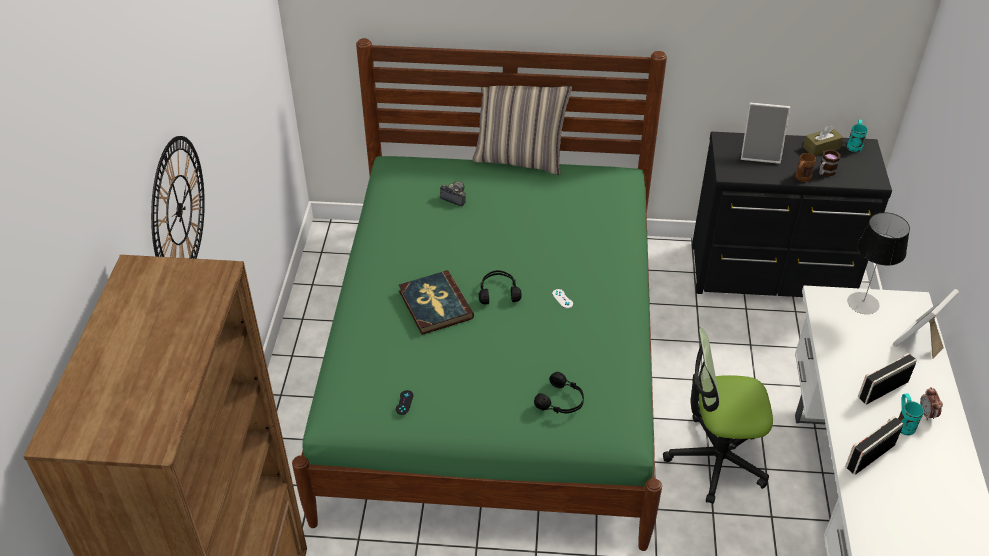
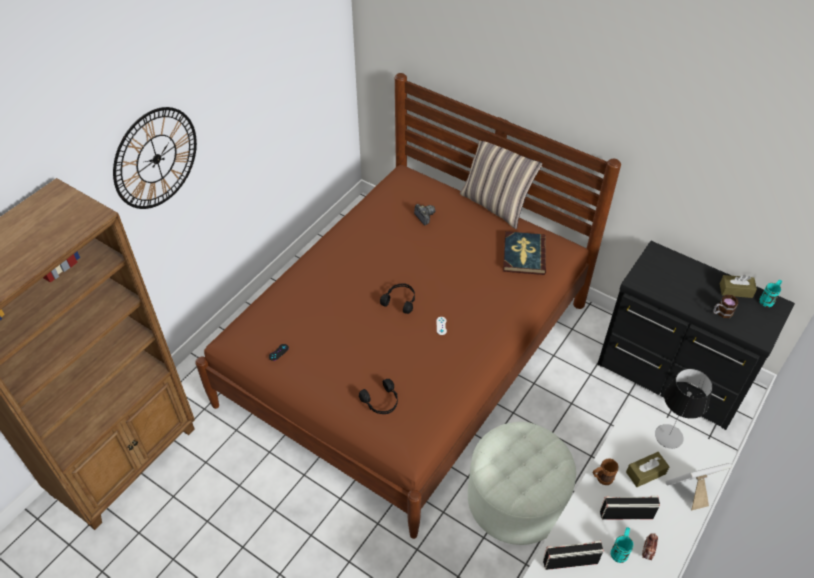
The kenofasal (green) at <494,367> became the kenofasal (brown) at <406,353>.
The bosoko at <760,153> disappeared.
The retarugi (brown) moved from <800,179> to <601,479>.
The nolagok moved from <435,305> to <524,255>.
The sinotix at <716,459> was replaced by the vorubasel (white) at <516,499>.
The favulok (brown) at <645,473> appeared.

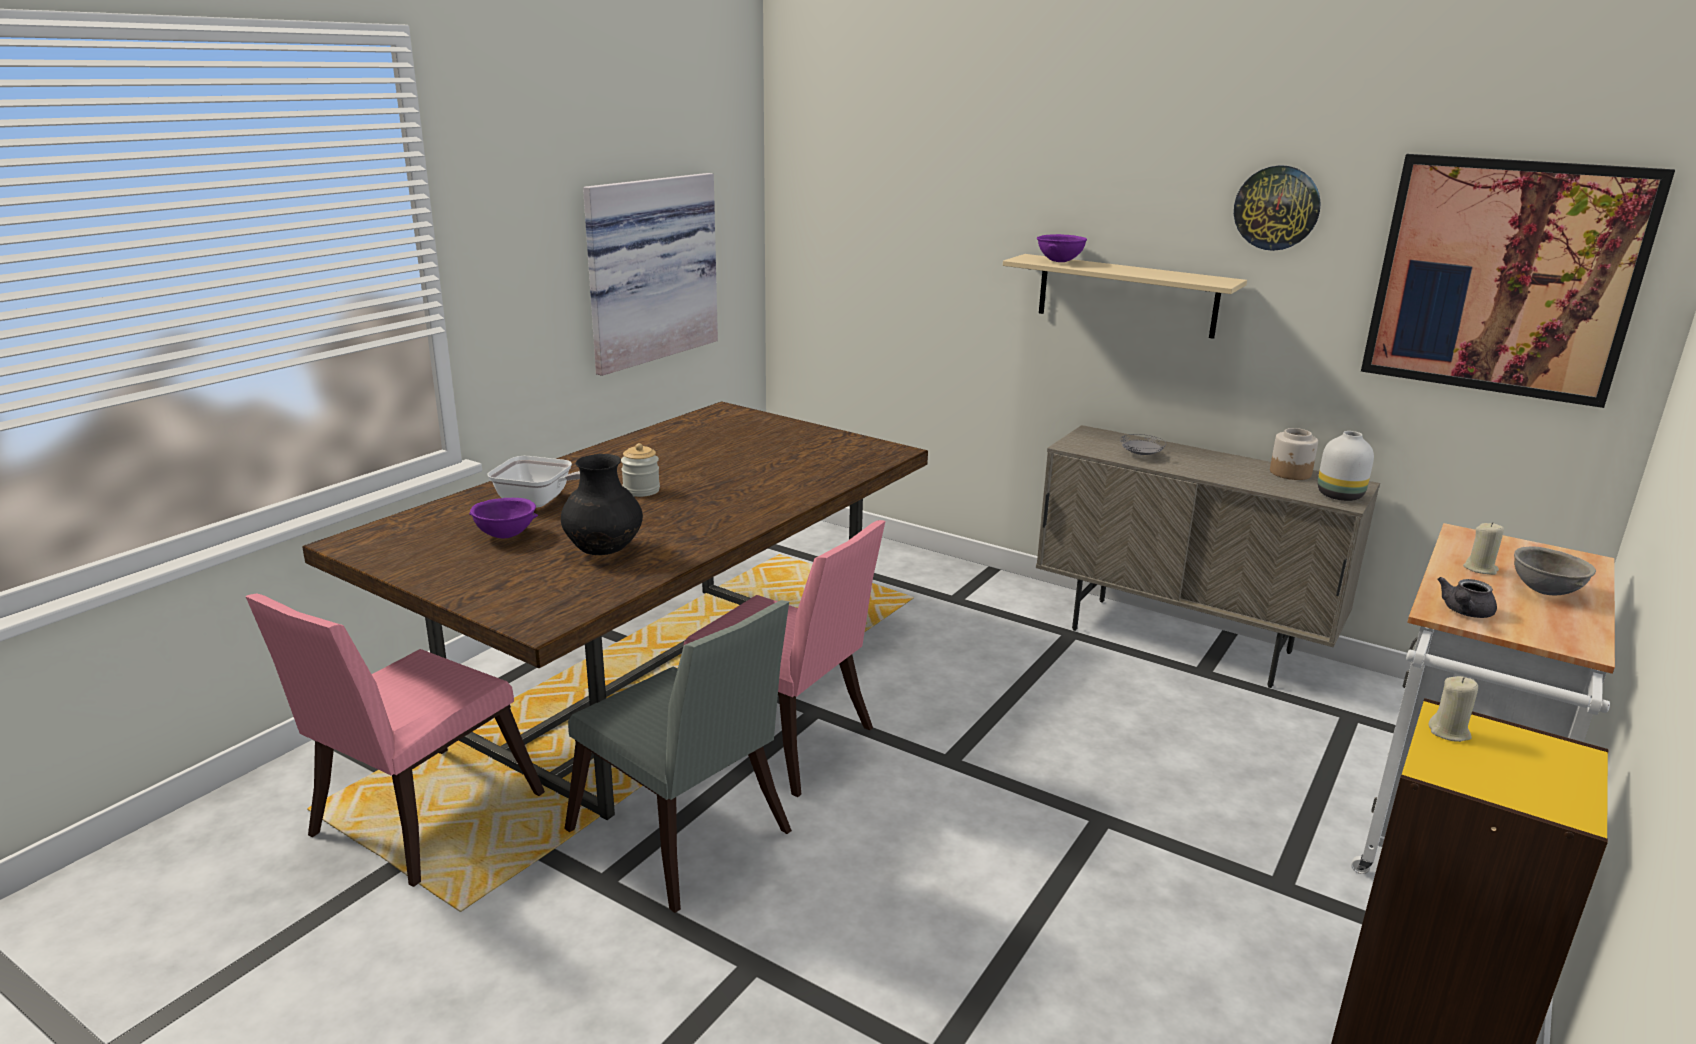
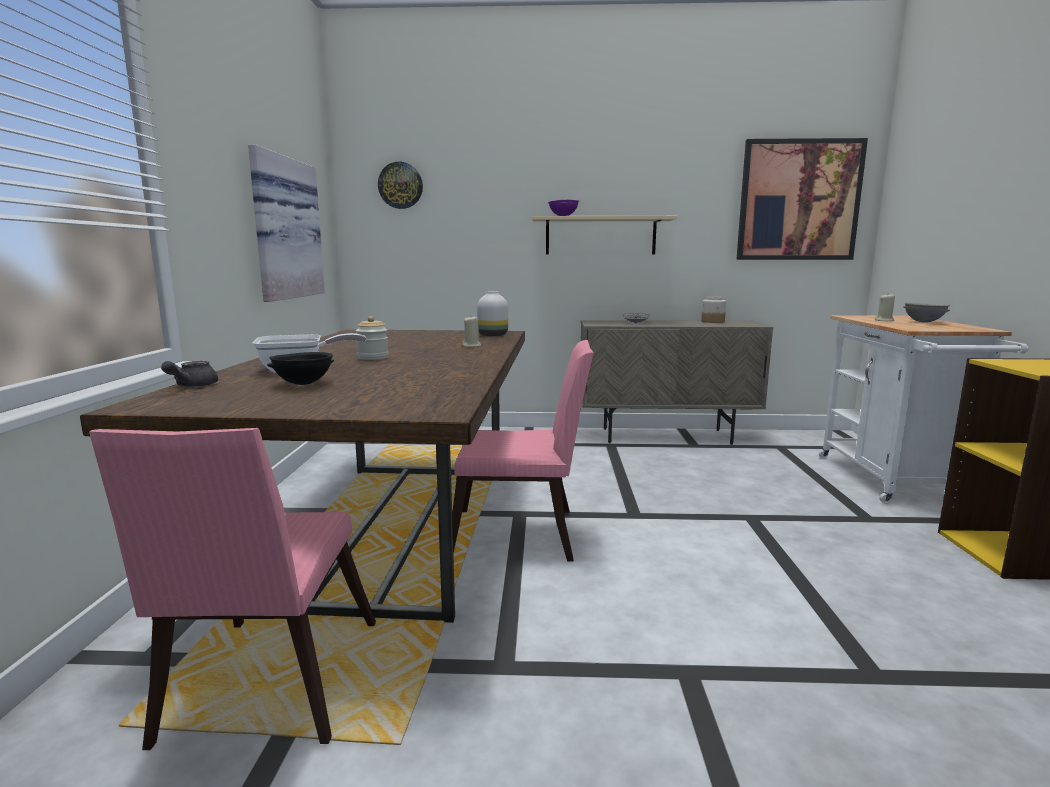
The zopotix moved from <1277,208> to <400,185>.
The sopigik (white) moved from <1338,495> to <492,335>.
The sopigik (black) at <603,551> disappeared.
The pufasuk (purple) at <505,535> became the pufasuk (black) at <303,384>.
The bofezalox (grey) moved from <1464,612> to <191,386>.
The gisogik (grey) at <685,841> disappeared.
The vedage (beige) moved from <1449,732> to <471,346>.

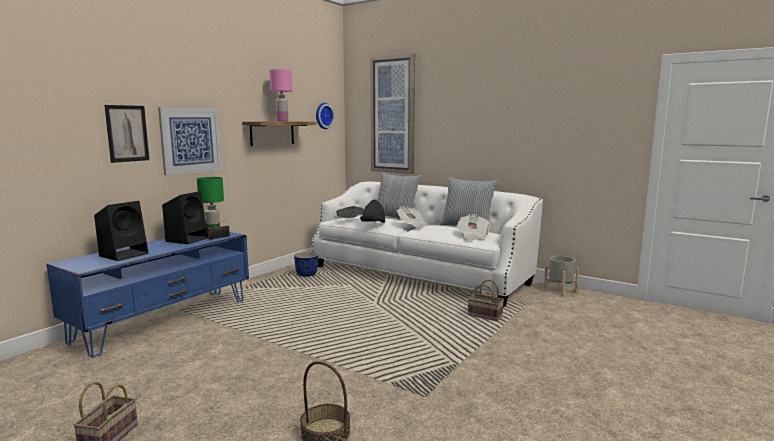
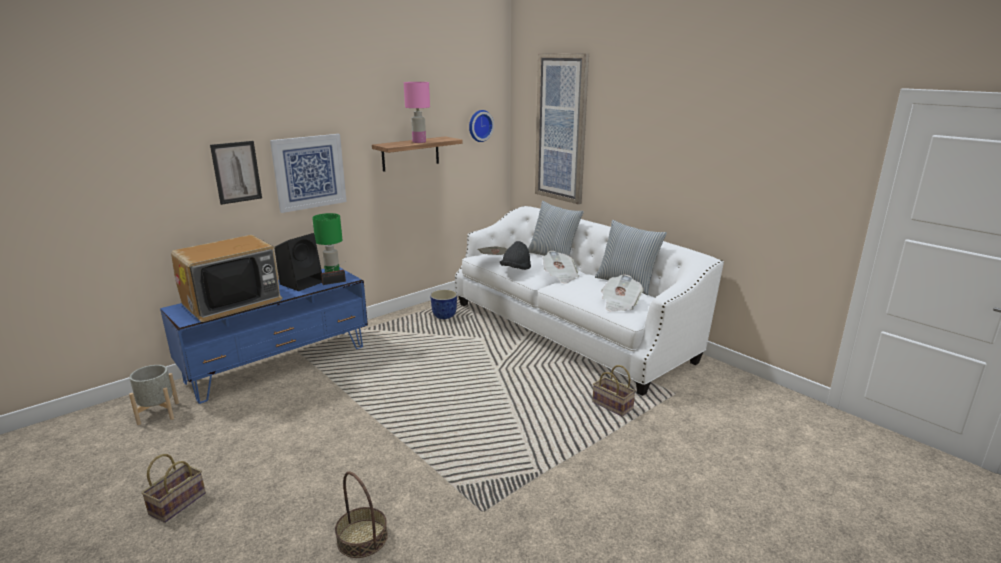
The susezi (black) at <125,254> was replaced by the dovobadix at <232,302>.
The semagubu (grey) moved from <560,291> to <158,413>.

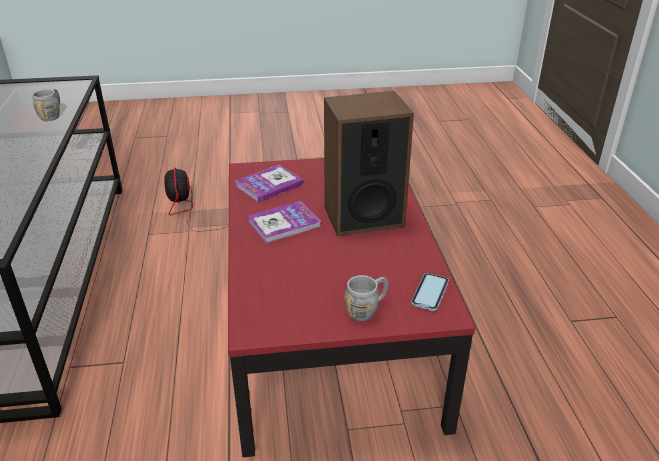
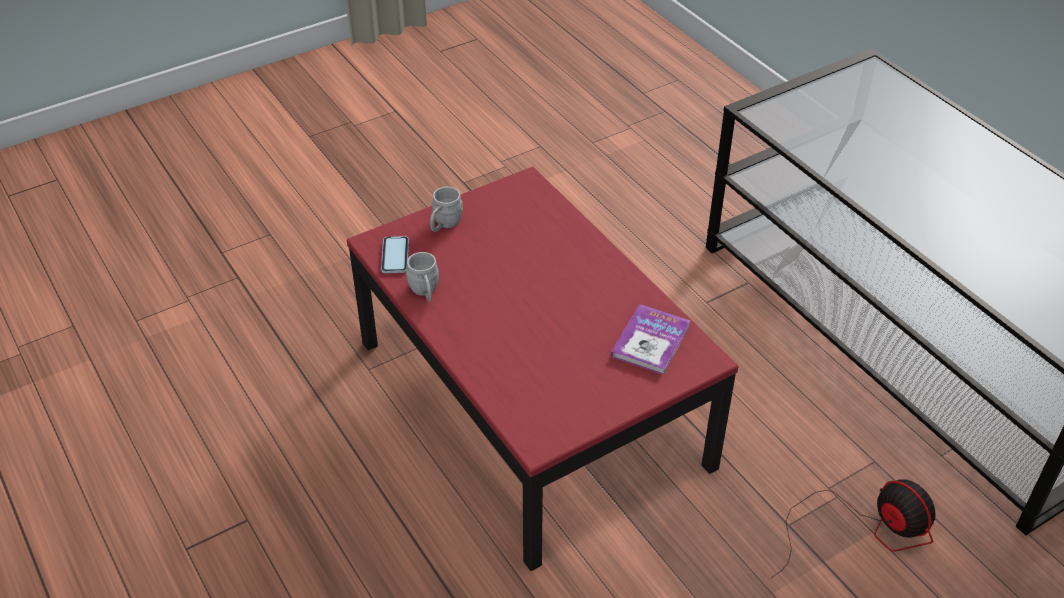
The retarugi (grey) moved from <52,115> to <425,292>.
The susezi at <363,216> disappeared.
The nolagok at <284,223> disappeared.

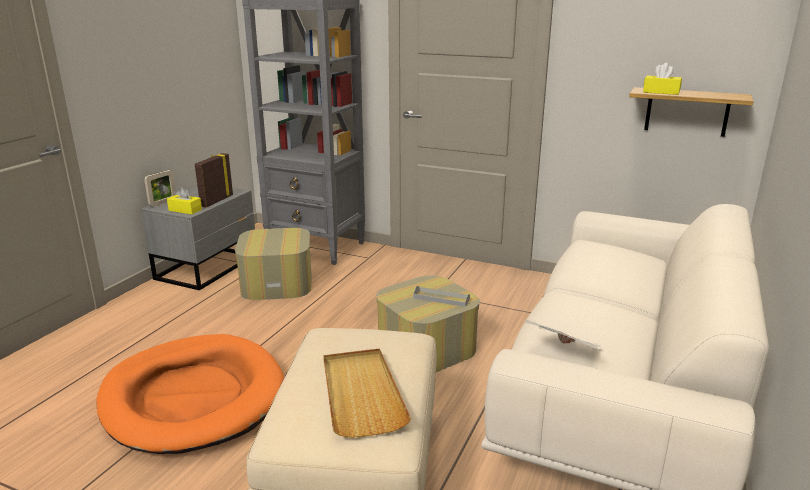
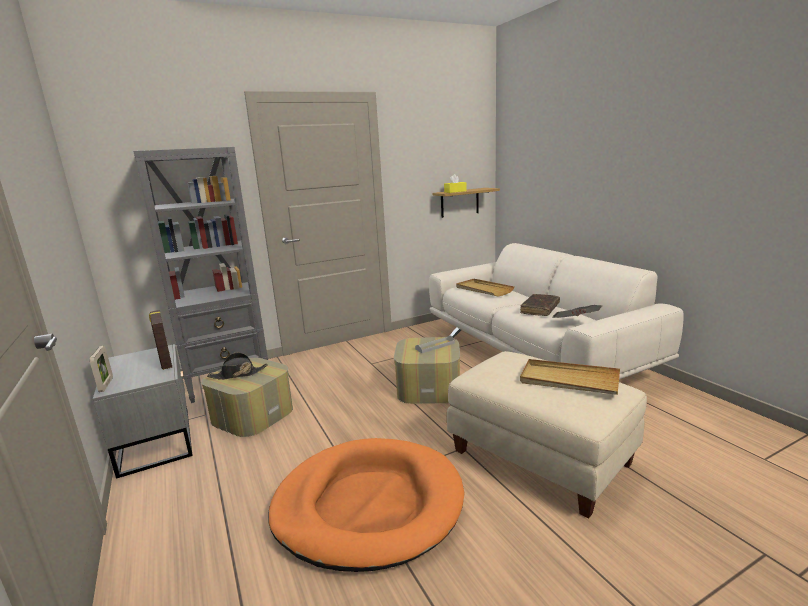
The favulok (yellow) at <185,210> disappeared.
The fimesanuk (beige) at <483,289> appeared.
The nolagok (brown) at <540,309> appeared.
The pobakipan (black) at <238,374> appeared.

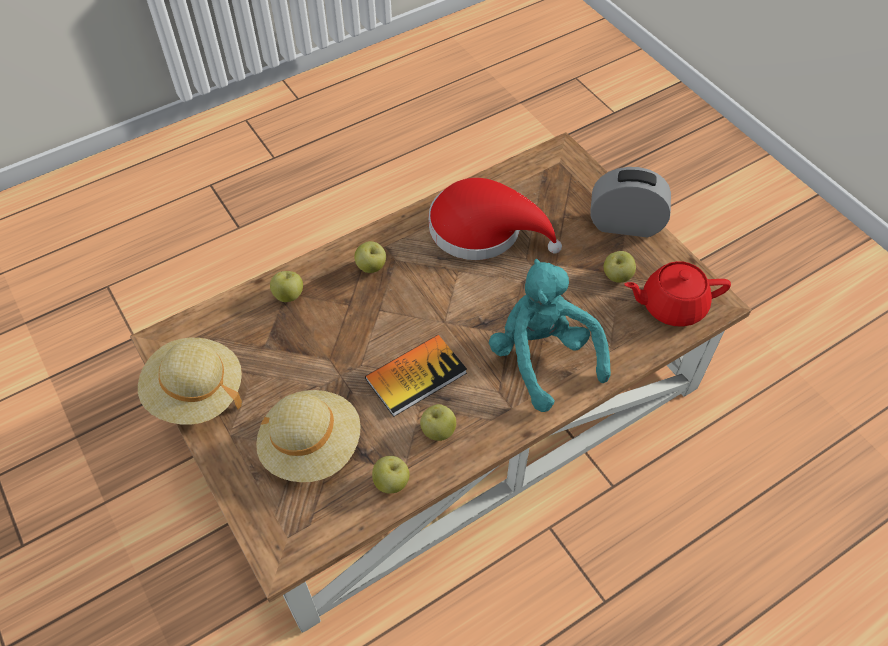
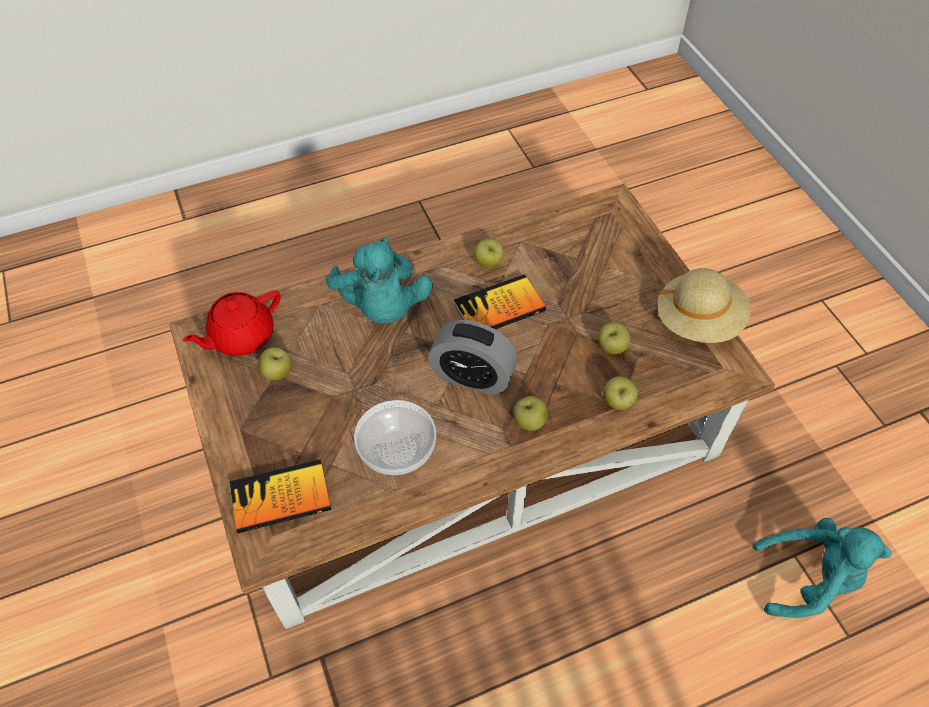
The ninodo moved from <625,224> to <472,376>.
The pobakipan (red) at <483,229> was replaced by the pufasuk at <397,450>.
The bofezalox (red) at <671,305> turned 135 degrees clockwise.
The pobakipan (beige) at <312,446> disappeared.
The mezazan moved from <391,482> to <611,348>.
The nolagok at <281,497> appeared.
The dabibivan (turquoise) at <808,579> appeared.

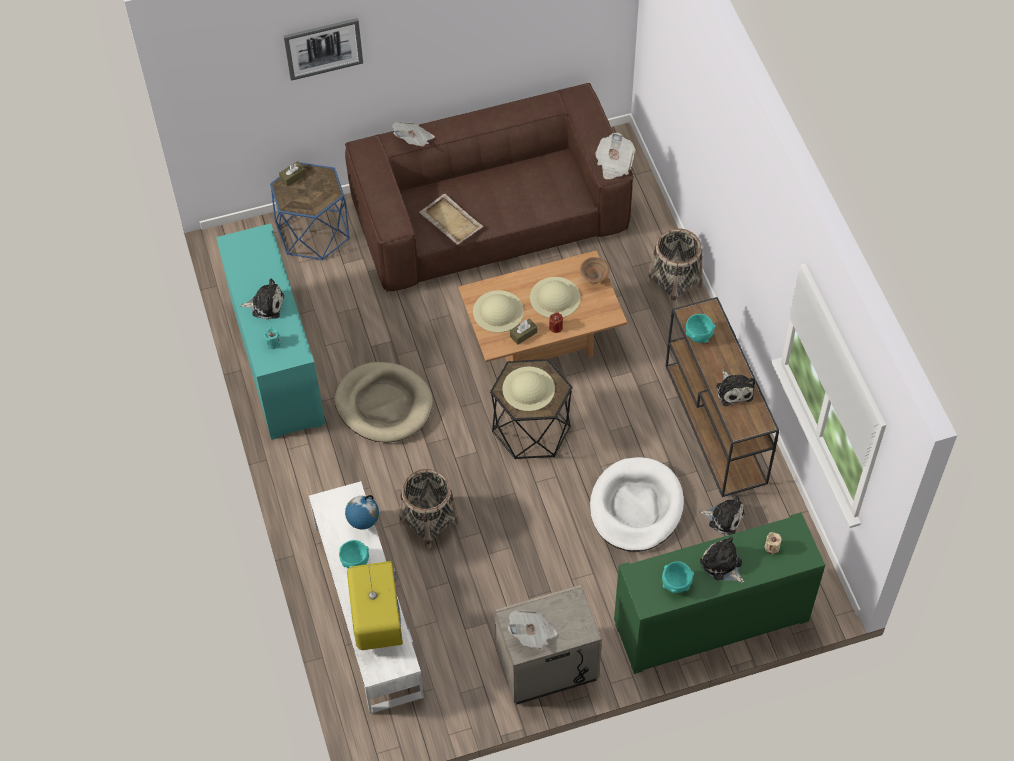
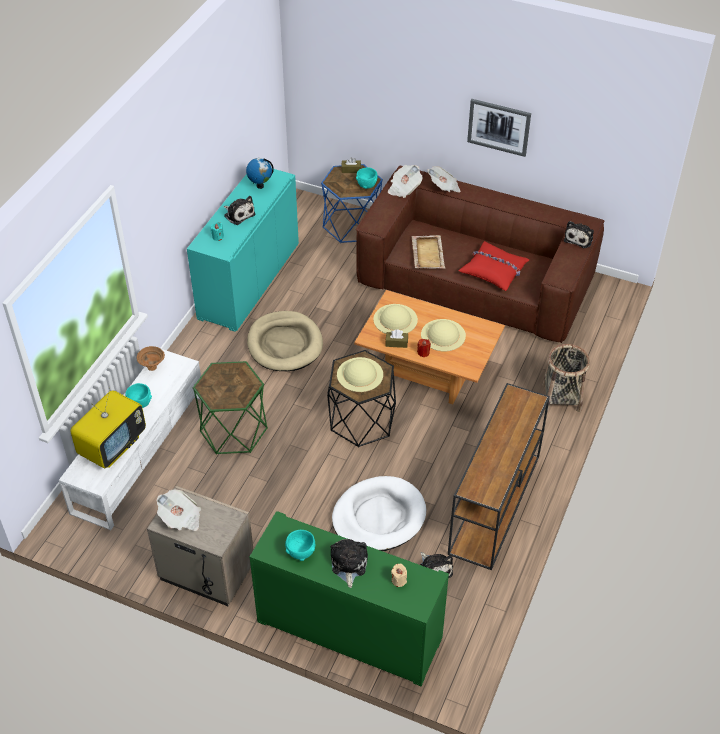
The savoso moved from <323,48> to <499,127>.
The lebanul moved from <614,164> to <404,188>.
The pufasuk (brown) moved from <594,279> to <152,367>.
The pufasuk (turquoise) moved from <698,335> to <367,185>.
The dabibivan moved from <734,390> to <579,238>.
The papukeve at <429,522> was replaced by the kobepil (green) at <234,430>.
The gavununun moved from <363,524> to <260,185>.
The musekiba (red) at <494,270> appeared.

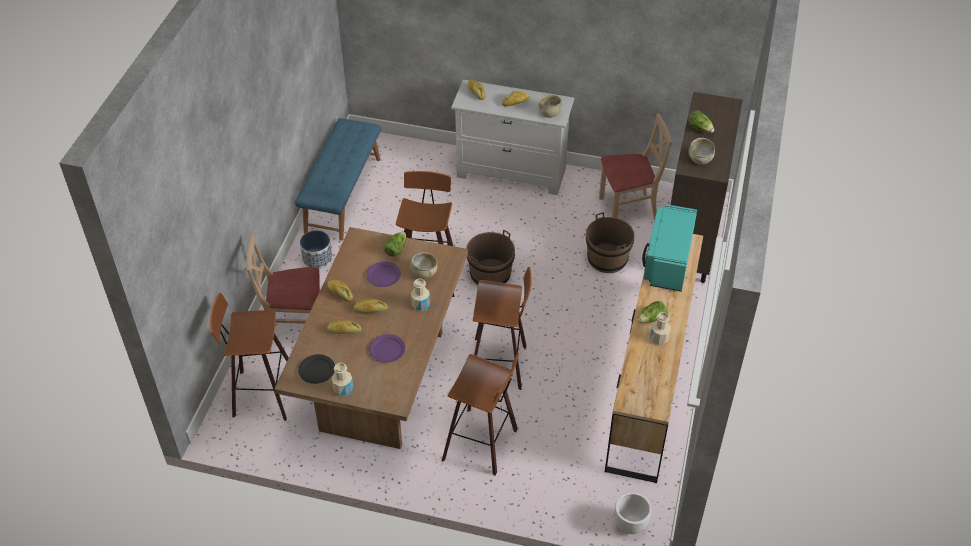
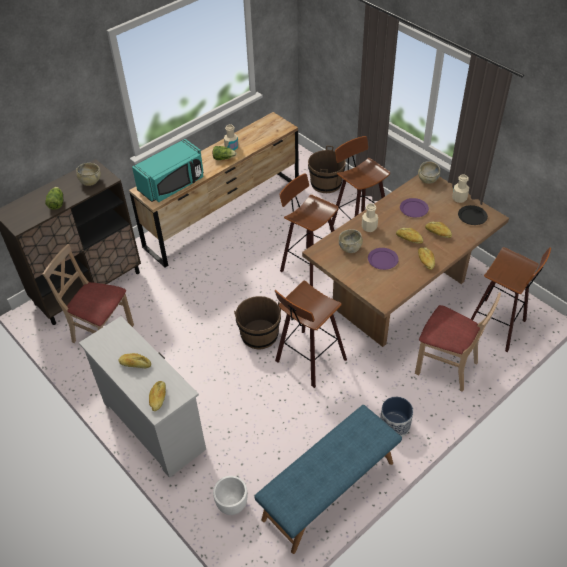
The pufasuk (beige) moved from <550,113> to <427,179>.
The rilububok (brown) moved from <607,259> to <326,183>.
The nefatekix at <396,249> disappeared.
The semagubu (white) moved from <630,524> to <231,505>.

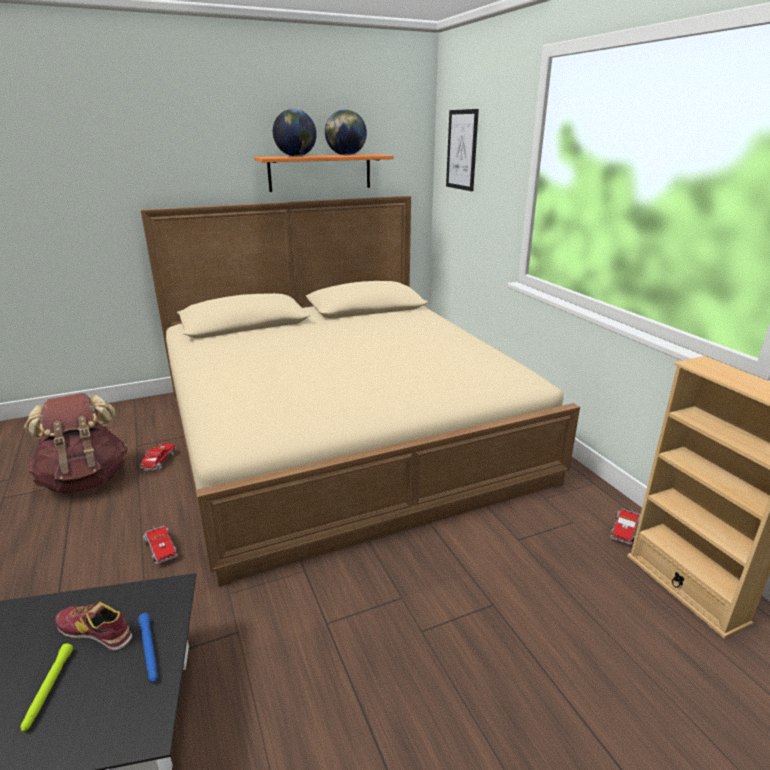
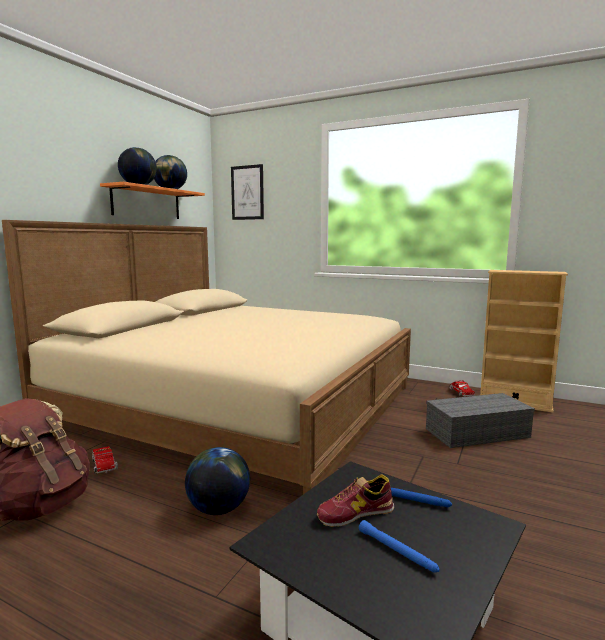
The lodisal at <160,548> was replaced by the gavununun at <218,509>.
The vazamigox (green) at <48,690> became the vazamigox (blue) at <397,551>.
The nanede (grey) at <476,433> appeared.

